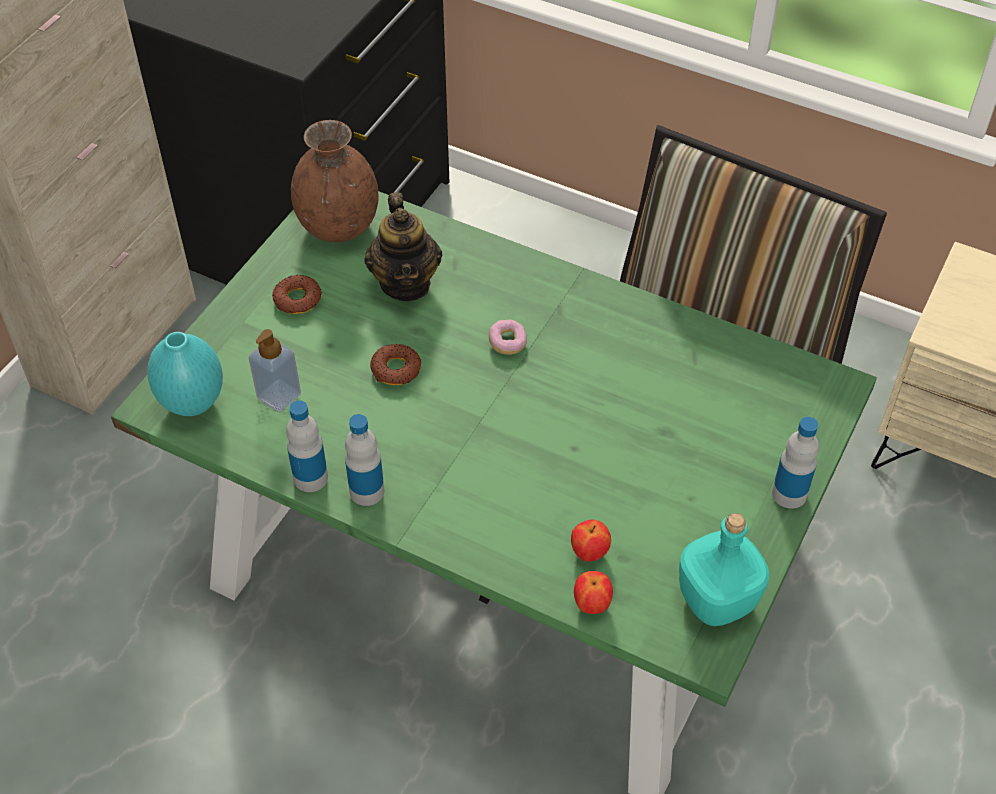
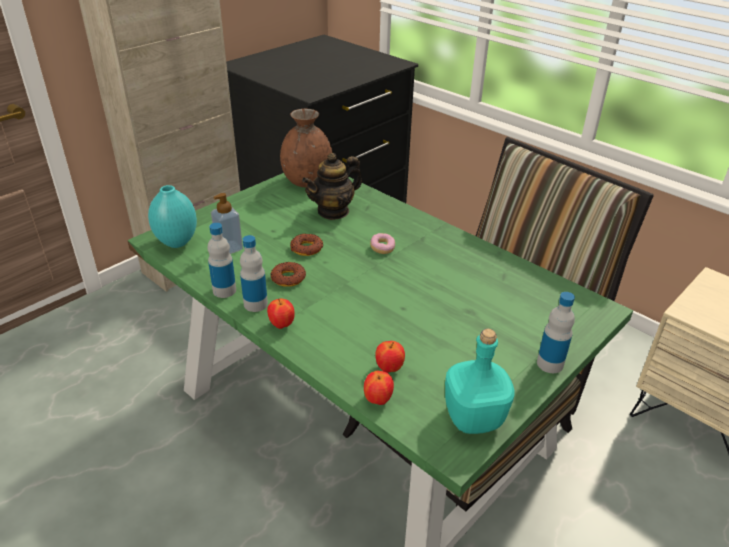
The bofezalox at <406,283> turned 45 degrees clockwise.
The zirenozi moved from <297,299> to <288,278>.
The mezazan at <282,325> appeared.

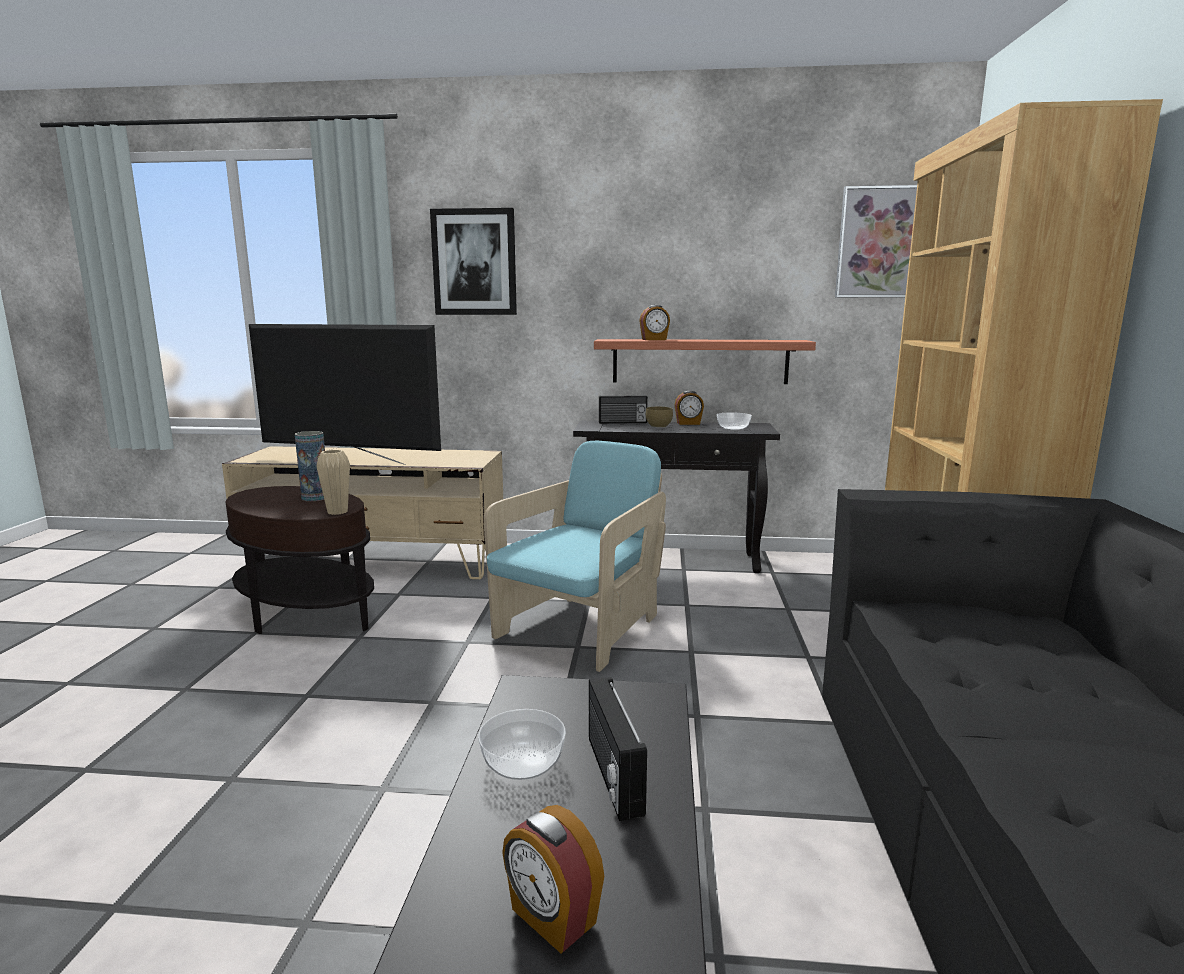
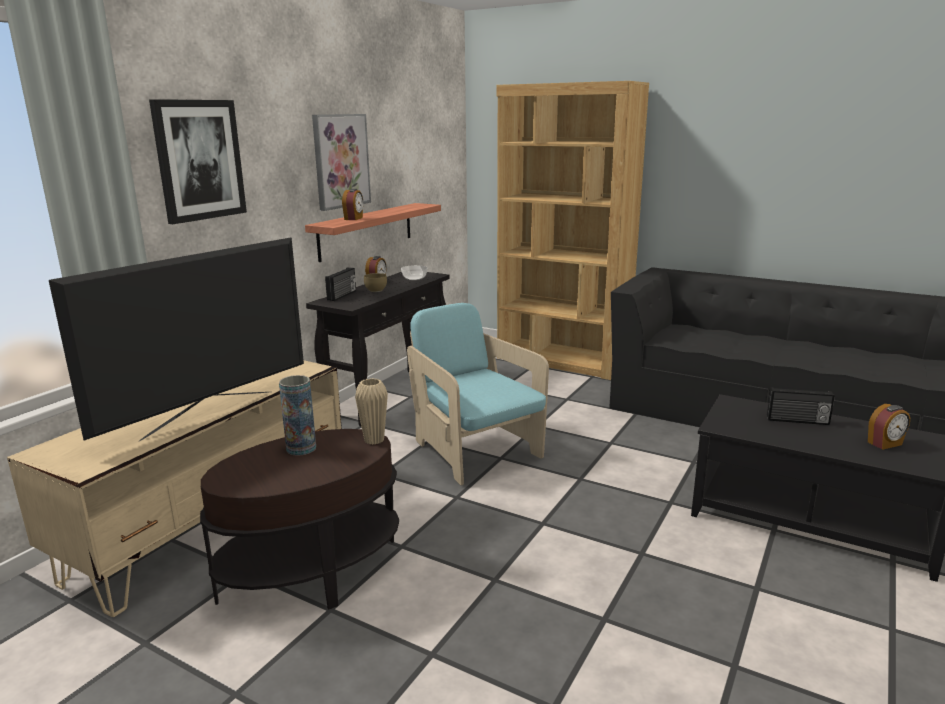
The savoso moved from <883,243> to <341,161>.
The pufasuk at <524,762> disappeared.

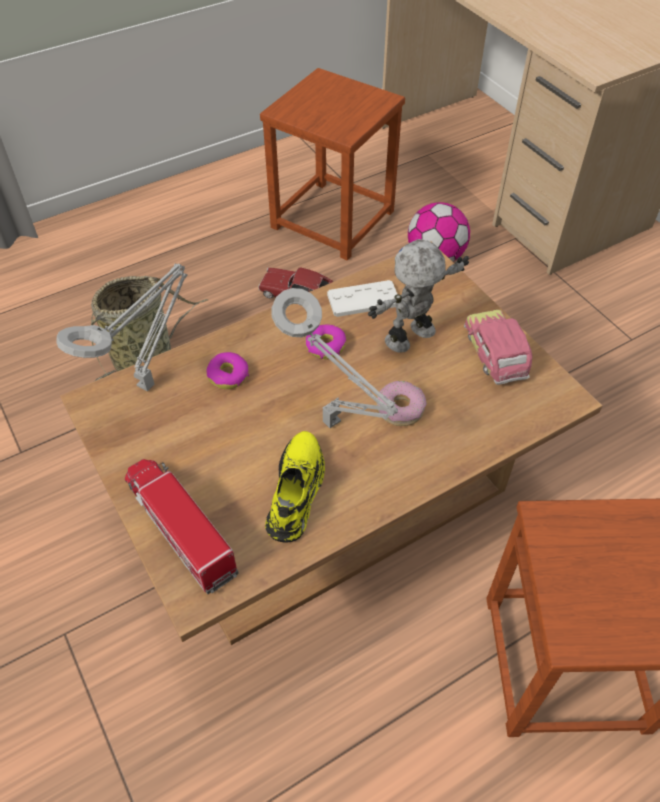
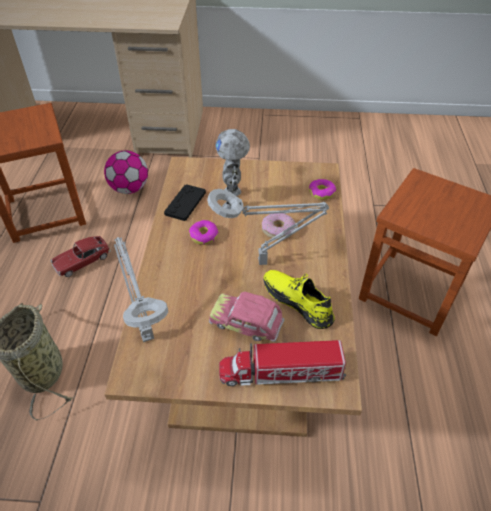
The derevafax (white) at <363,300> became the derevafax (black) at <185,203>.
The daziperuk moved from <495,355> to <246,324>.
The zirenozi moved from <228,375> to <322,193>.

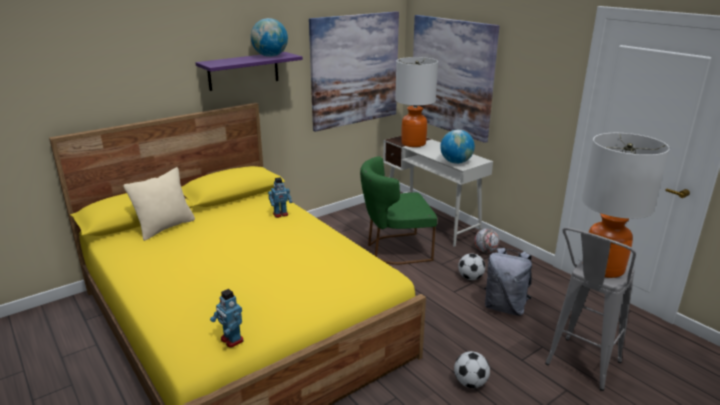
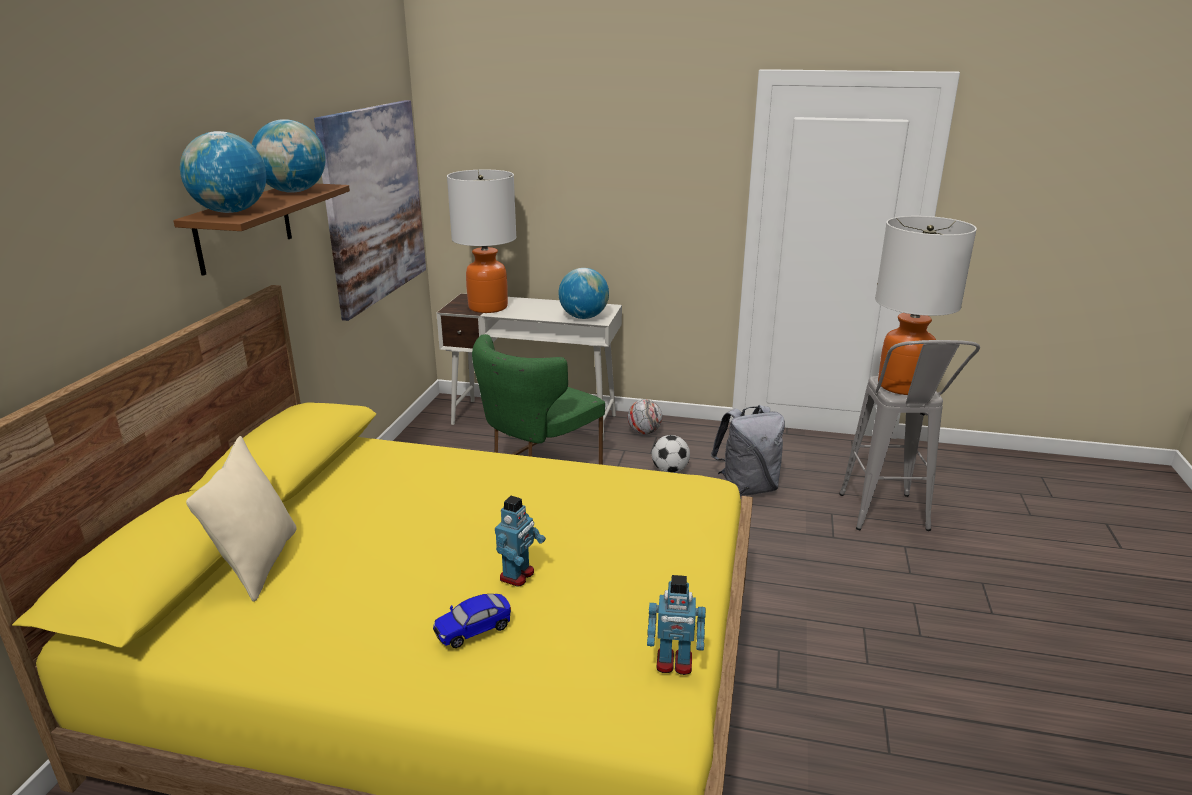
The savoso at <451,76> disappeared.
The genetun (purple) at <243,71> became the genetun (brown) at <244,227>.
The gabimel moved from <280,214> to <518,575>.
The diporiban at <470,383> disappeared.
The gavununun at <231,212> appeared.
The daziperuk at <473,630> appeared.

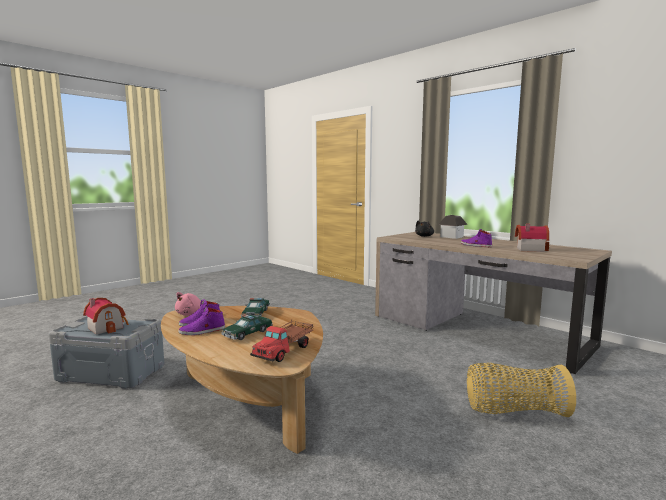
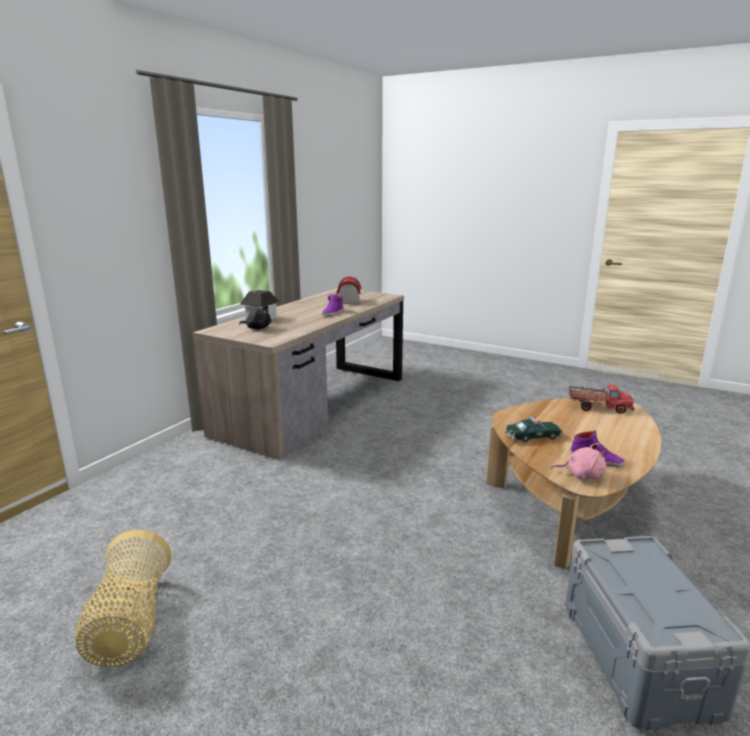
The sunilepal at <107,327> disappeared.
The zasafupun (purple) at <202,331> disappeared.
The daziperuk at <247,333> disappeared.
The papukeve moved from <513,411> to <130,623>.

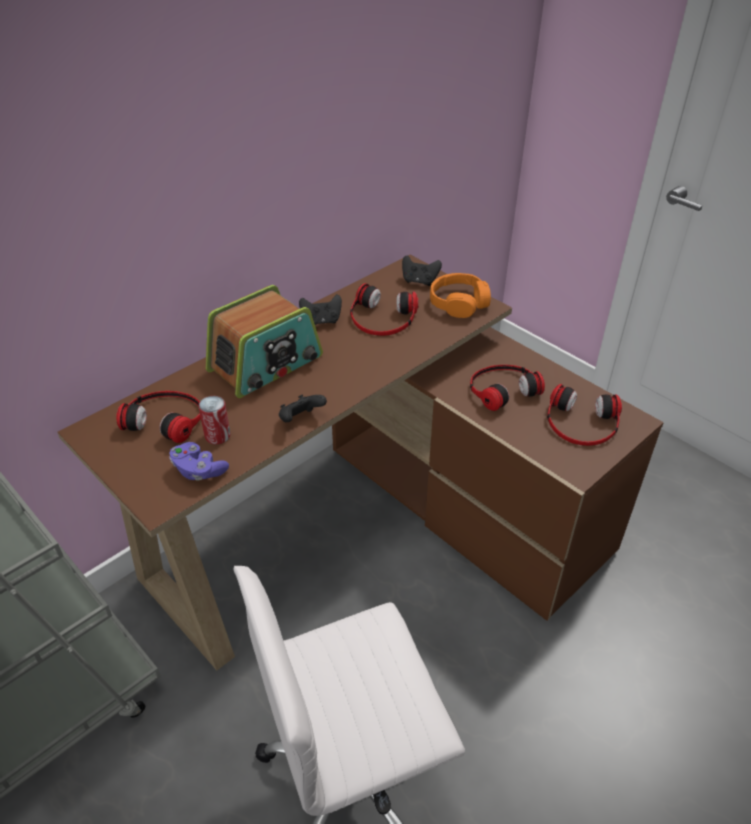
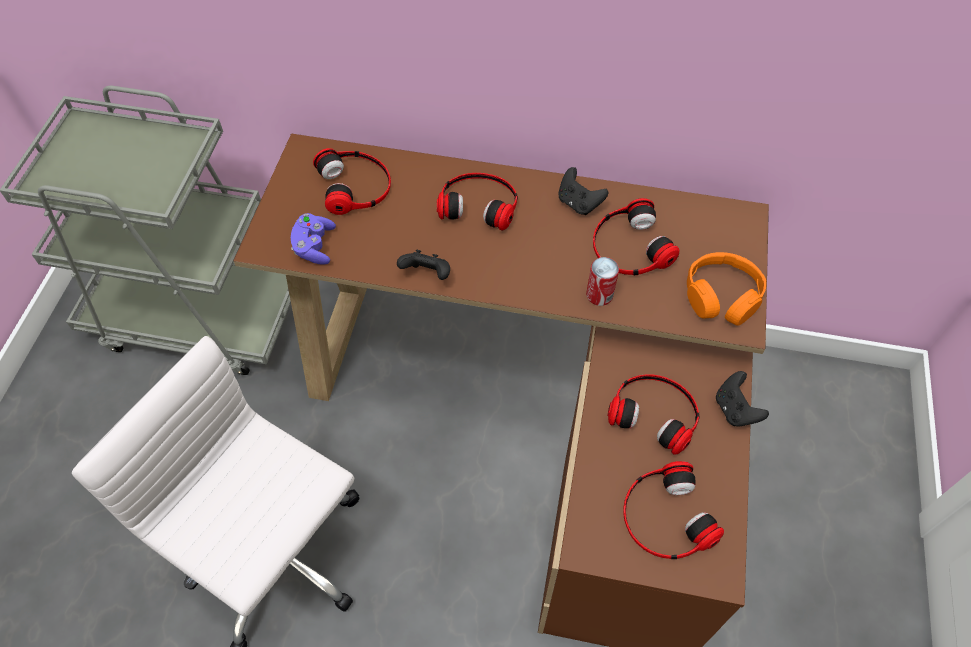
The derevafax (black) moved from <419,281> to <735,409>.
The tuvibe at <266,364> was replaced by the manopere at <479,203>.
The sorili moved from <217,436> to <599,295>.

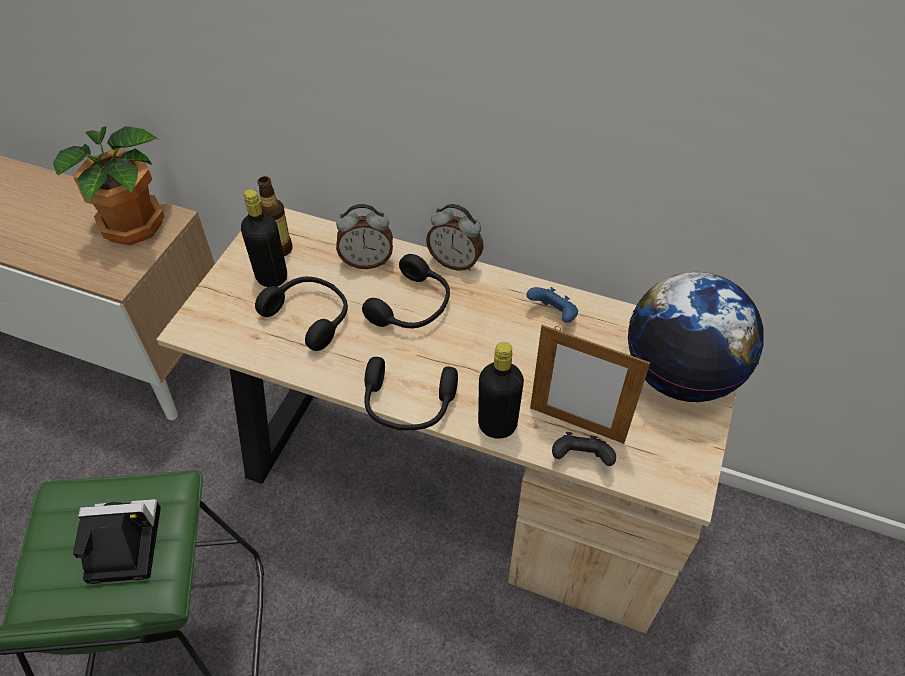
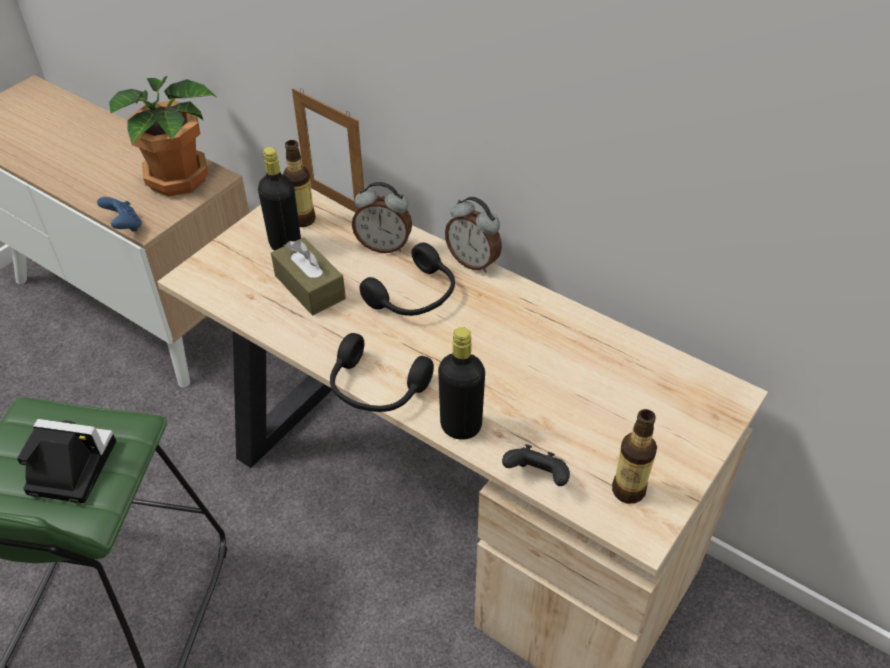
The gavununun at <680,374> disappeared.
The manopere (black) at <310,316> was replaced by the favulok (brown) at <310,287>.
The derevafax (blue) moved from <553,315> to <124,226>.
The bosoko moved from <576,425> to <335,200>.
The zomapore at <628,490> appeared.

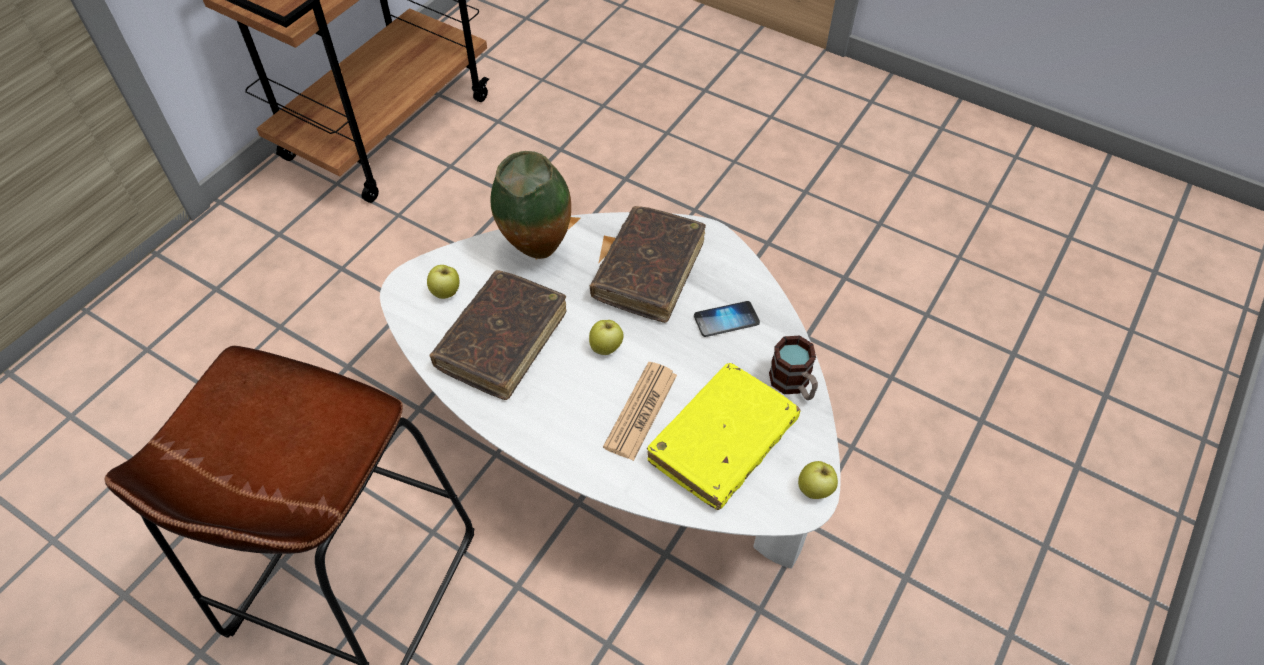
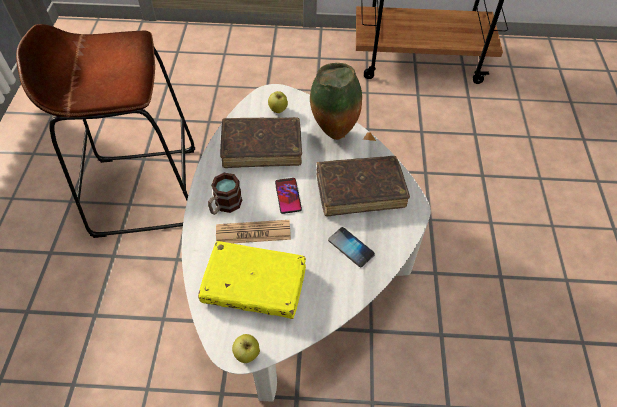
The mezazan at <606,348> was replaced by the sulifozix at <288,196>.
The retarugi moved from <793,384> to <224,206>.

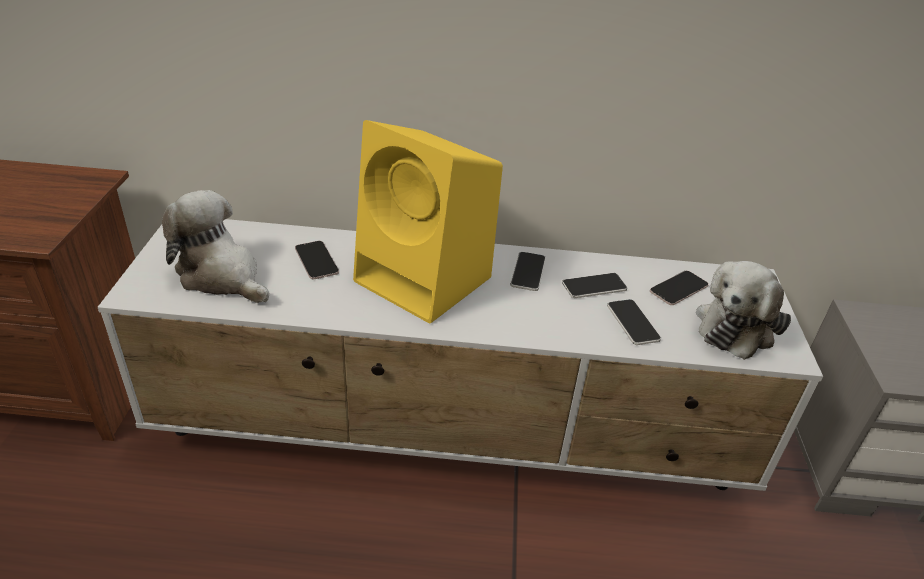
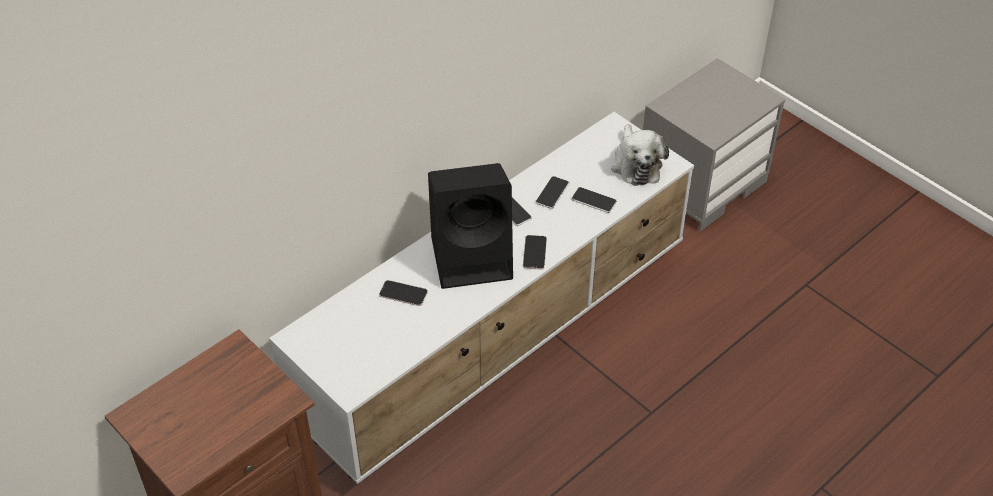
The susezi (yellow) at <426,280> became the susezi (black) at <474,257>.
The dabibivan at <222,276> disappeared.
The sulifozix moved from <679,288> to <534,253>.

